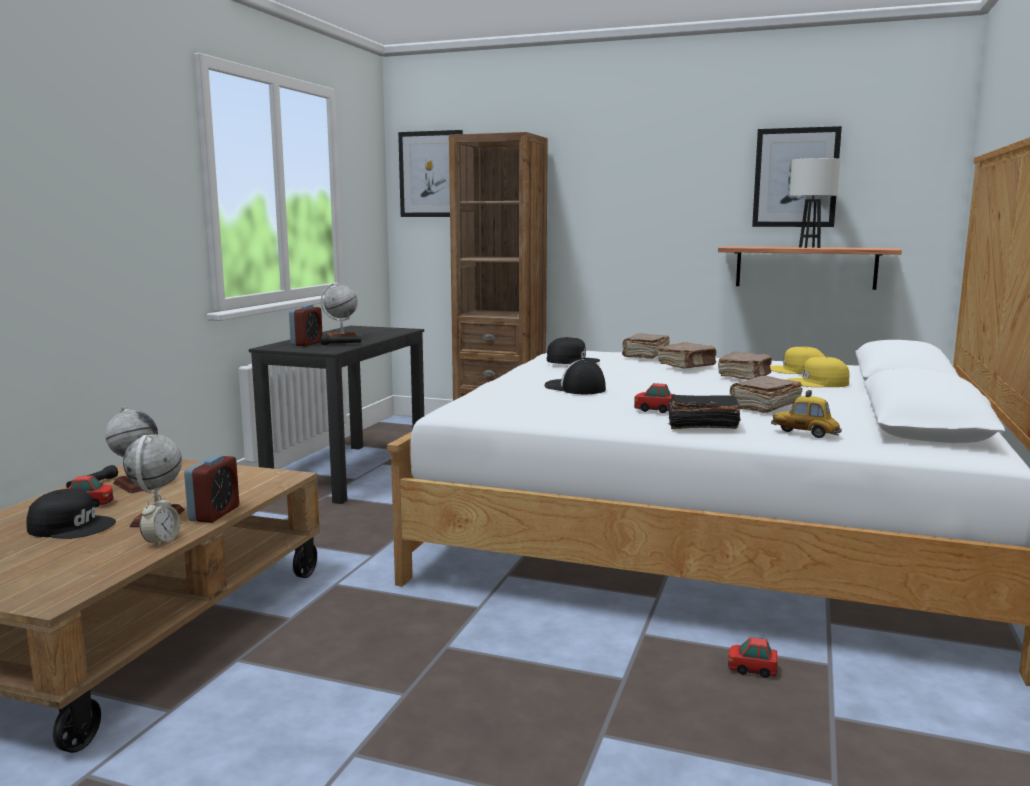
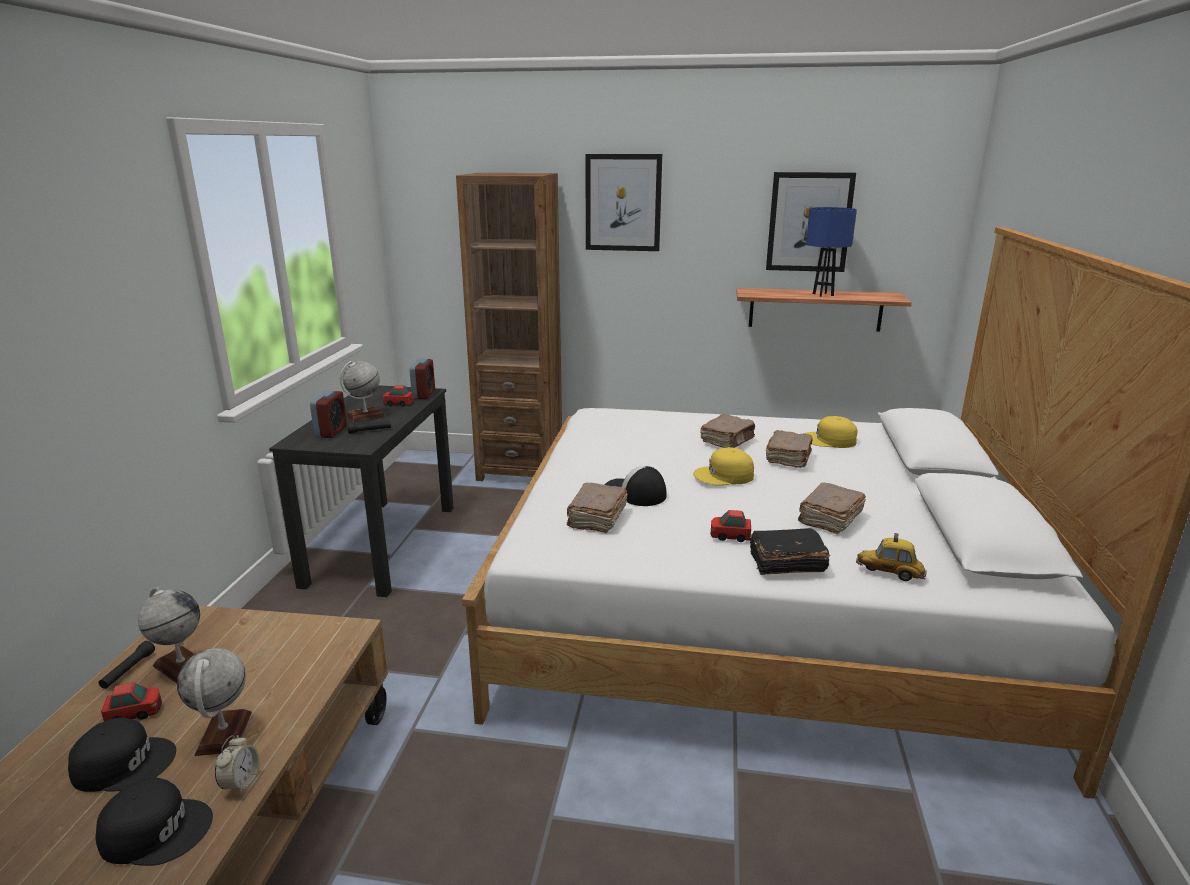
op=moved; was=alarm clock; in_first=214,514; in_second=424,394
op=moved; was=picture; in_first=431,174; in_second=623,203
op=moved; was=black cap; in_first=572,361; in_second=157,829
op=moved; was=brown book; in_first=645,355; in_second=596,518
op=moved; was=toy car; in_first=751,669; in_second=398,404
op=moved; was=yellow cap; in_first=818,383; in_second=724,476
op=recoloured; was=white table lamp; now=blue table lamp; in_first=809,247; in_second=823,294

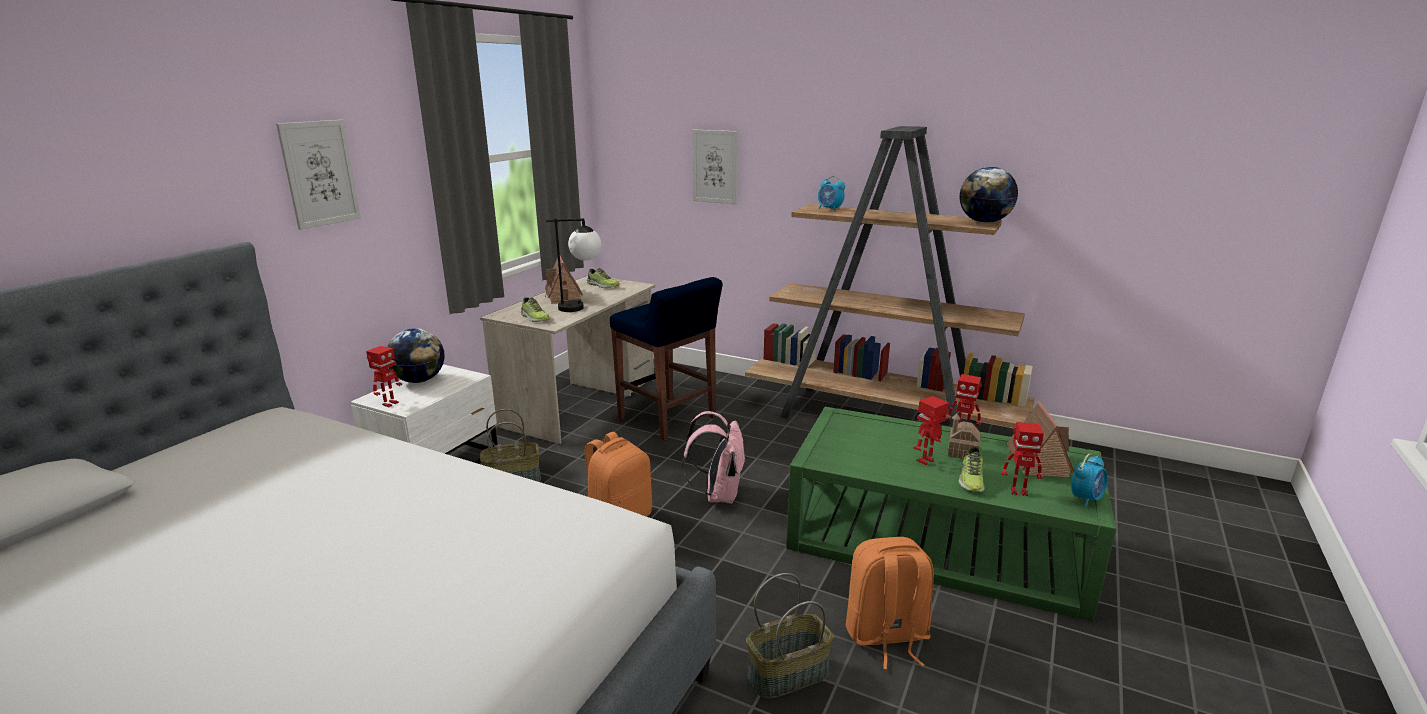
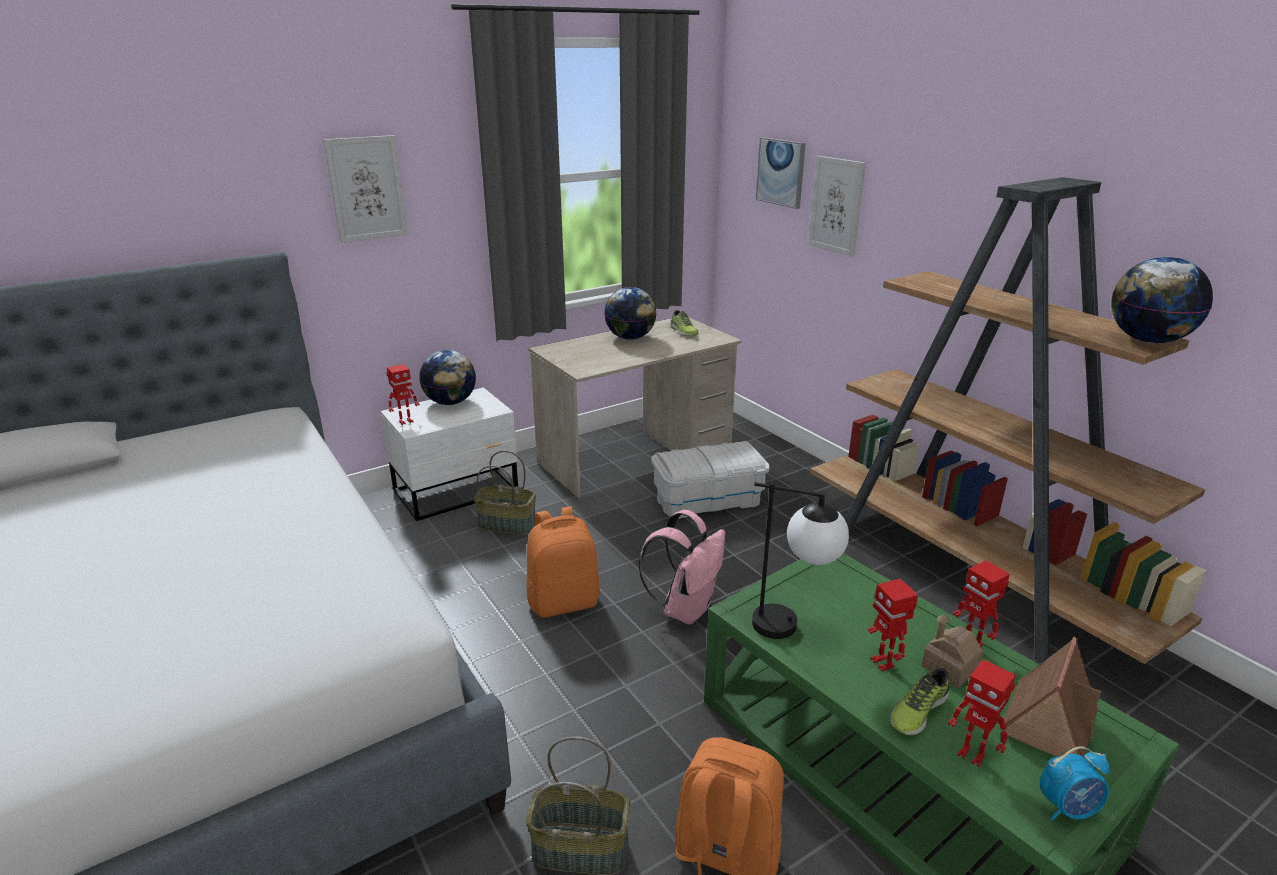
op=removed; was=shoe; in_first=534,318
op=replaced; was=toy house; now=globe; in_first=564,296; in_second=630,338
op=moved; was=table lamp; in_first=581,307; in_second=793,628
op=replaced; was=blue stool; now=white storage box; in_first=668,419; in_second=708,500
op=removed; was=alarm clock; in_first=830,209
op=turned; was=toy robot; in_first=926,461; in_second=883,663; clockwise=-105
op=added; now=picture; in_second=781,172

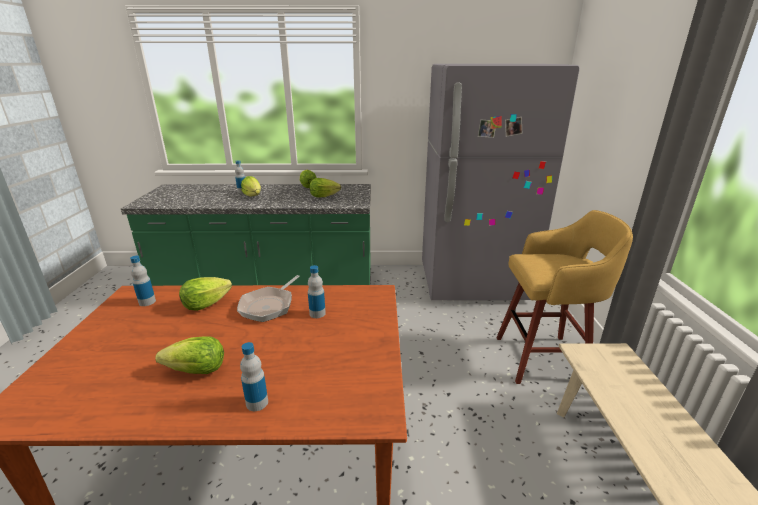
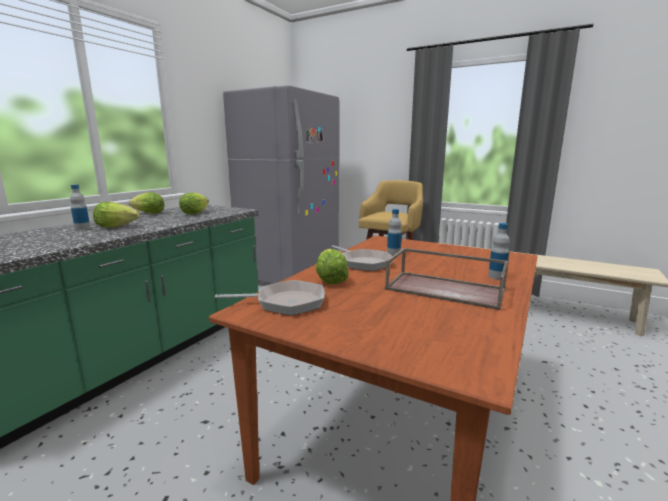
op=replaced; was=bottle; now=frying pan; in_first=147,302; in_second=285,302
op=replaced; was=lettuce; now=brown tray; in_first=197,371; in_second=446,289

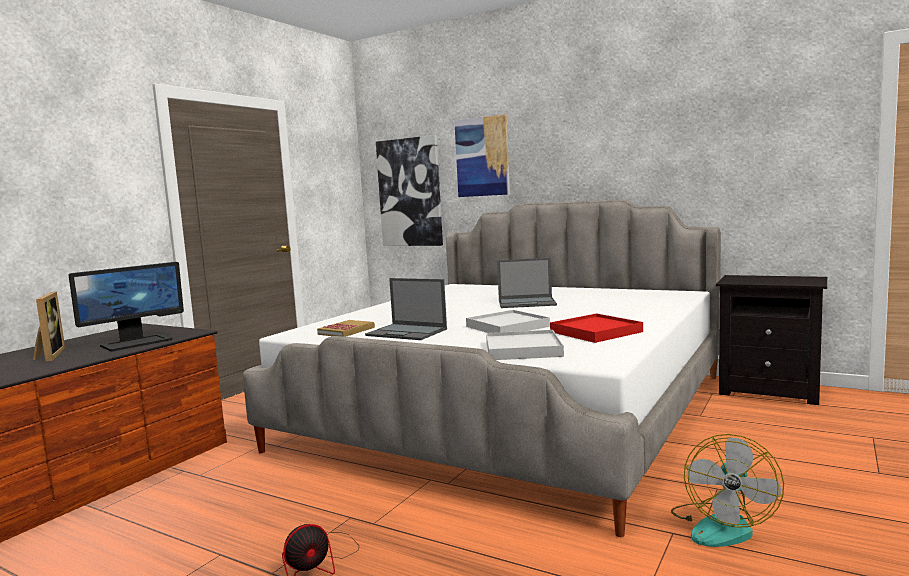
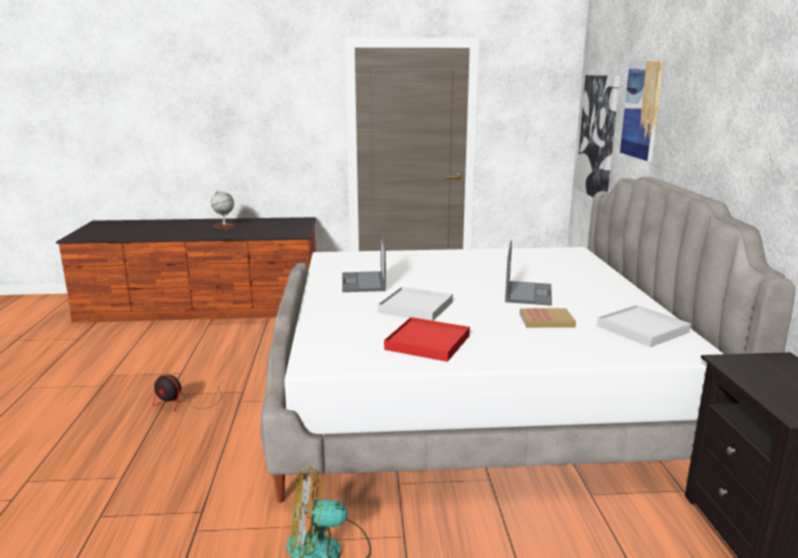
op=replaced; was=picture frame; now=globe; in_first=48,356; in_second=224,227
op=removed; was=monitor; in_first=136,342
op=moved; was=book; in_first=346,331; in_second=546,320
op=moved; was=white tray; in_first=523,349; in_second=642,329
op=turned; was=laptop; in_first=527,303; in_second=528,293; clockwise=-135

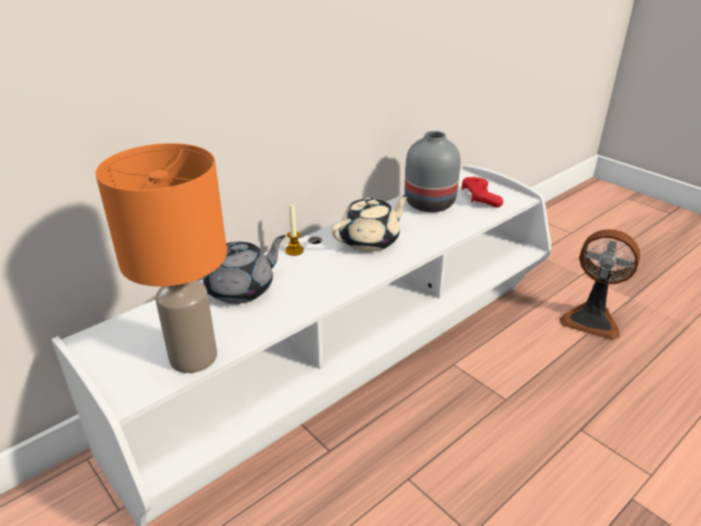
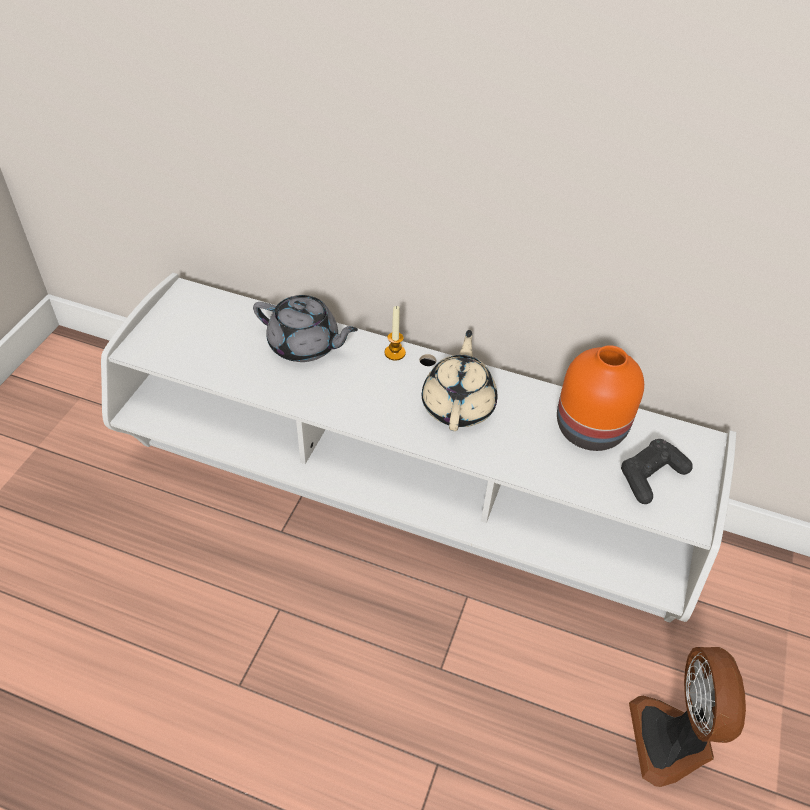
op=removed; was=orange table lamp; in_first=192,356
op=turned; was=beige teapot; in_first=370,241; in_second=458,405; clockwise=-105
op=recoloured; was=grey vase; now=orange vase; in_first=429,204; in_second=588,429
op=recoloured; was=red game controller; now=black game controller; in_first=480,198; in_second=651,476

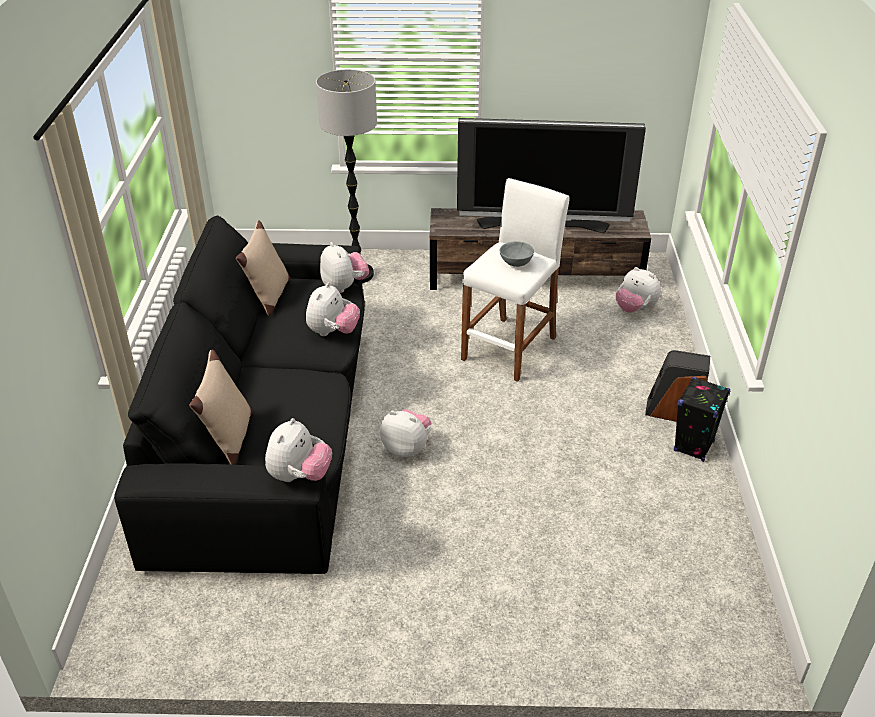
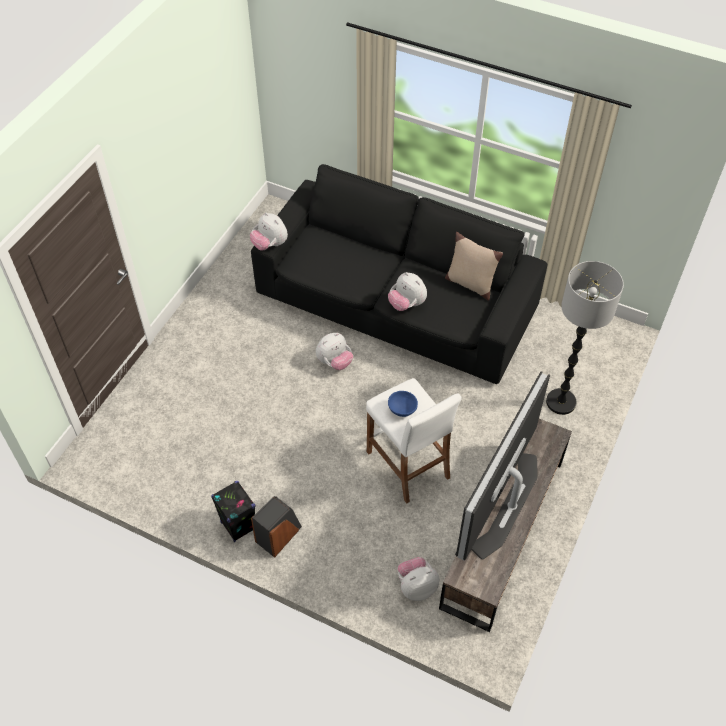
op=removed; was=beige pillow; in_first=229,439
op=removed; was=plush toy; in_first=344,286
op=recoloured; was=grey bowl; now=blue bowl; in_first=515,263; in_second=402,409

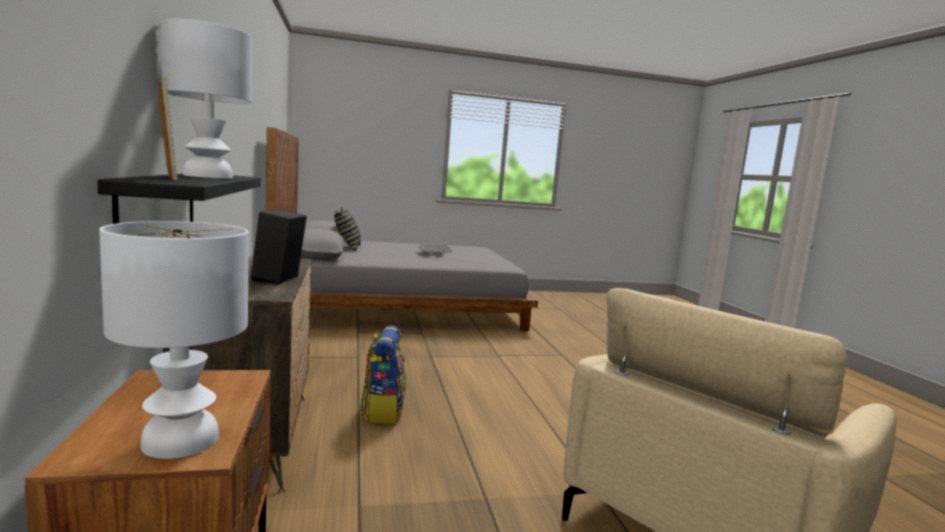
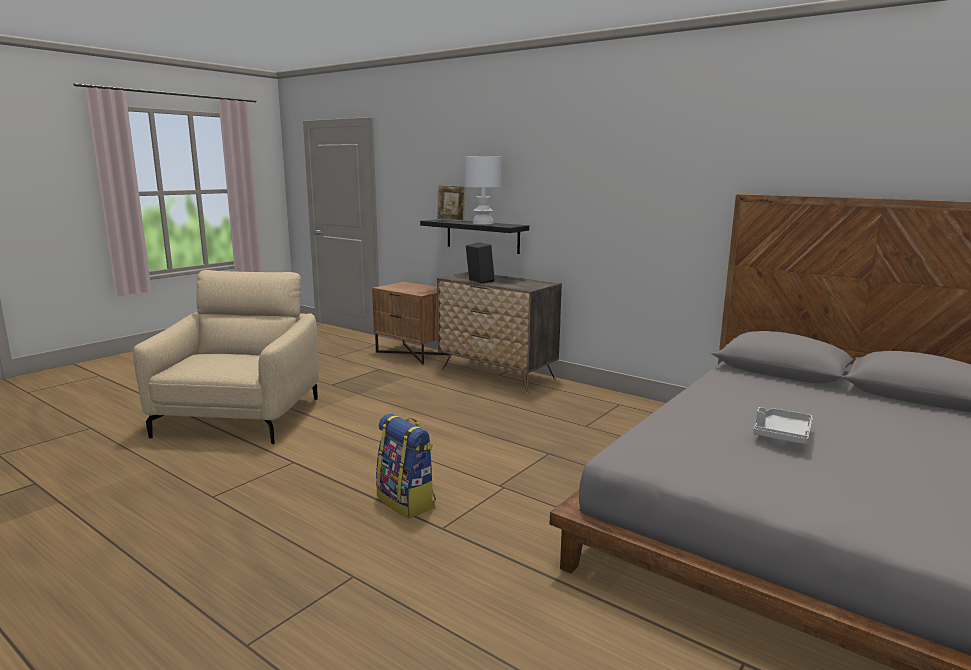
op=removed; was=white table lamp; in_first=182,441
op=removed; was=pillow; in_first=347,247
op=moved; was=backpack; in_first=383,410; in_second=407,502

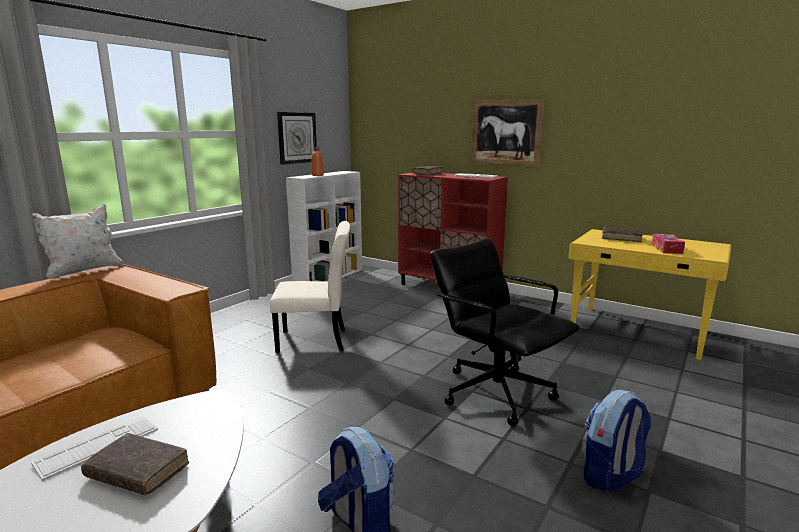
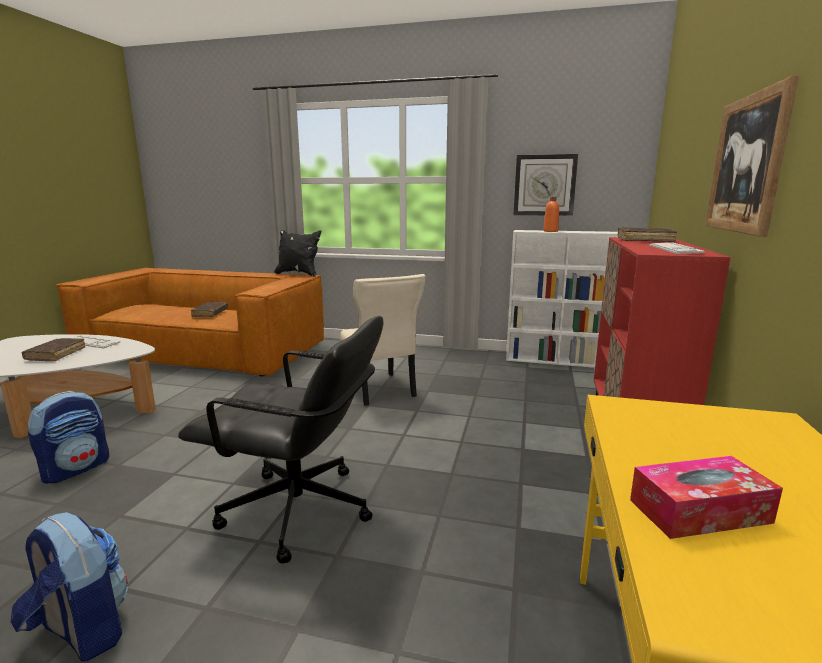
op=recoloured; was=white pillow; now=black pillow; in_first=83,270; in_second=298,274
op=turned; was=black office chair; in_first=496,392; in_second=298,511; clockwise=75
op=moved; was=brown book; in_first=621,238; in_second=210,313

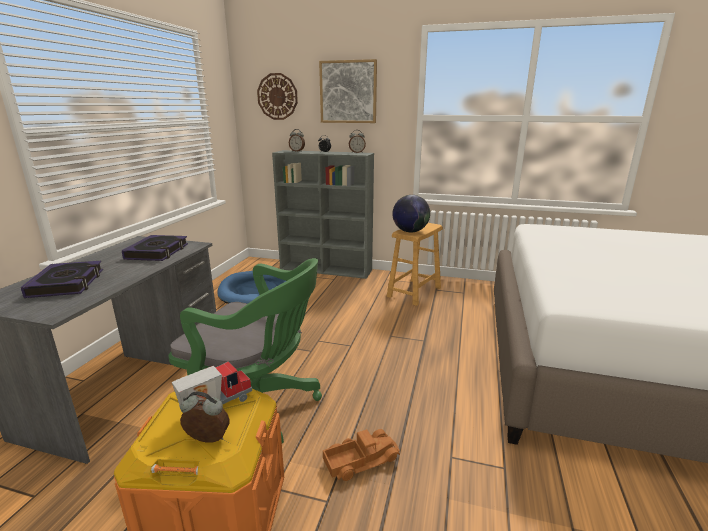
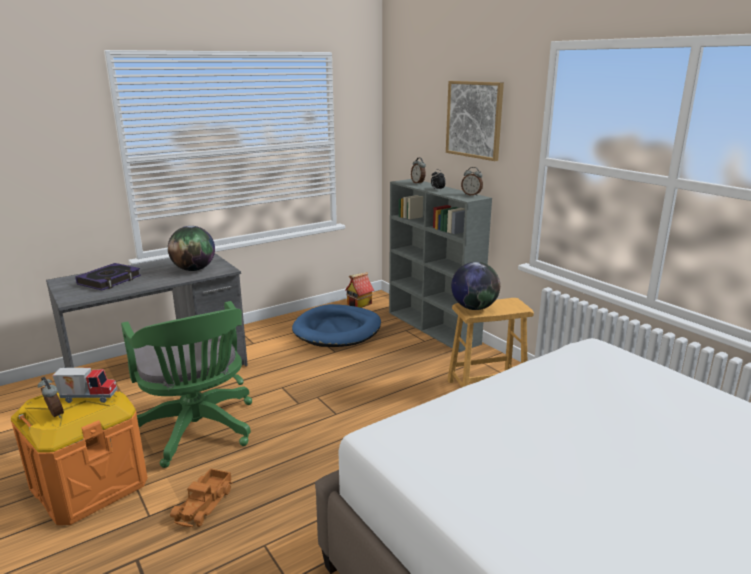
op=replaced; was=book; now=globe; in_first=157,252; in_second=194,269
op=removed; was=wall clock; in_first=277,96
op=turned; was=toy truck; in_first=360,459; in_second=205,504; clockwise=90
op=added; now=toy house; in_second=359,304

